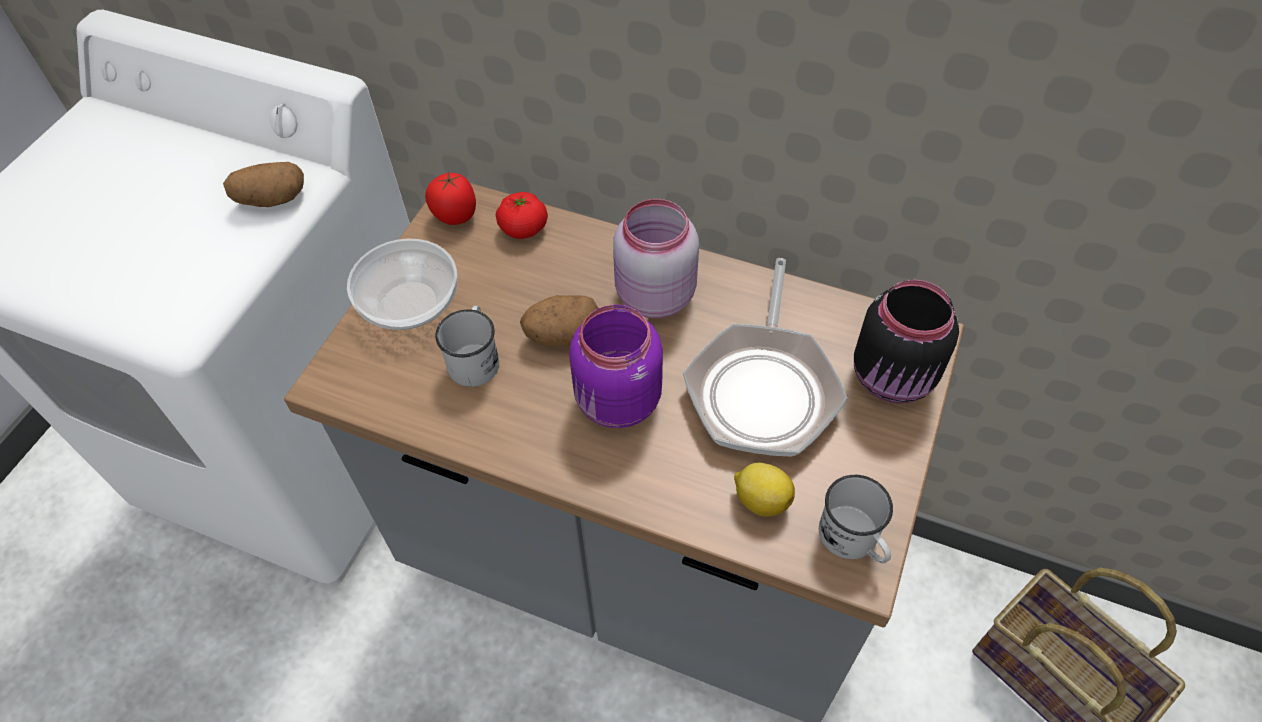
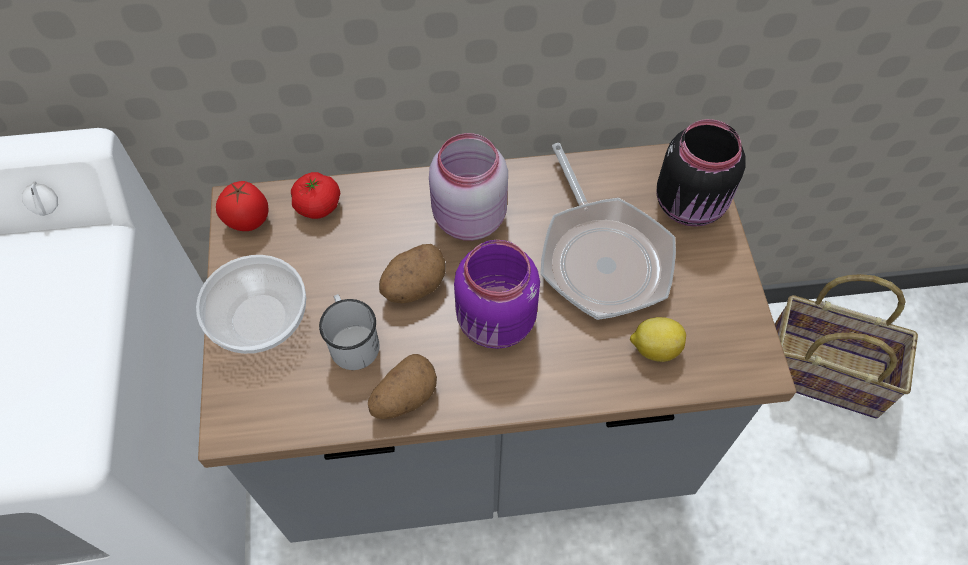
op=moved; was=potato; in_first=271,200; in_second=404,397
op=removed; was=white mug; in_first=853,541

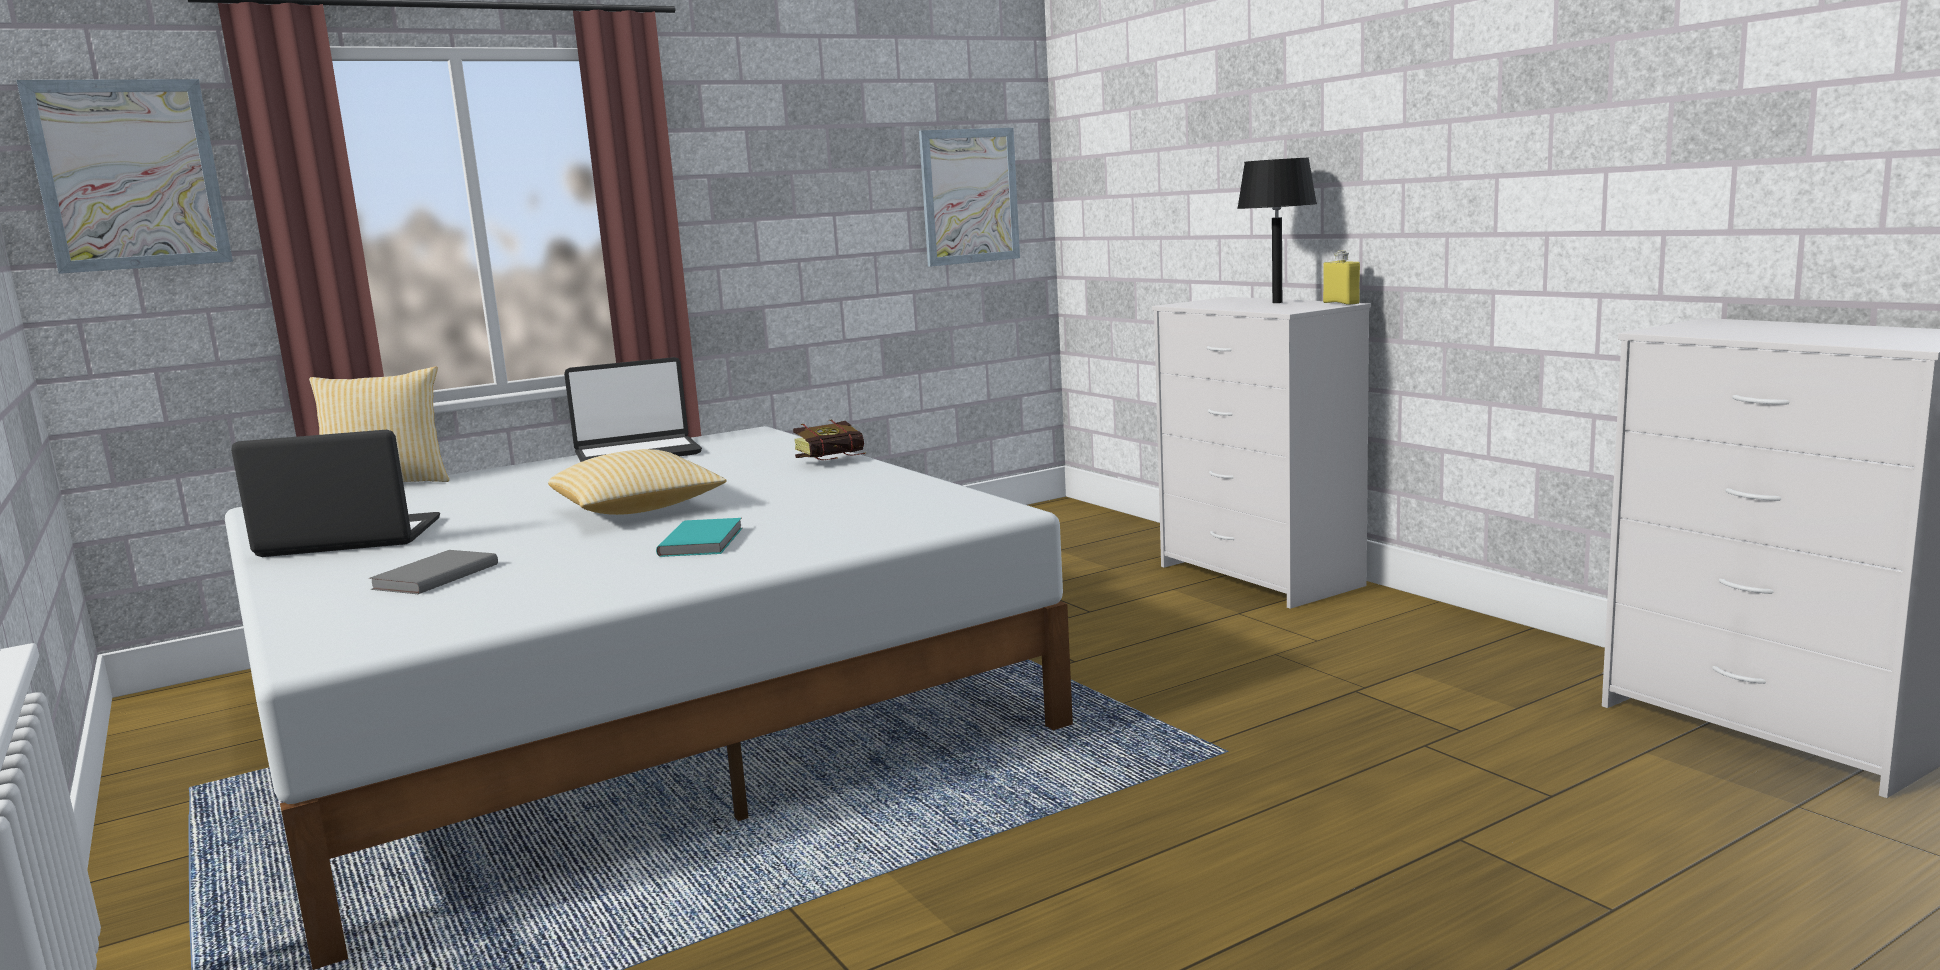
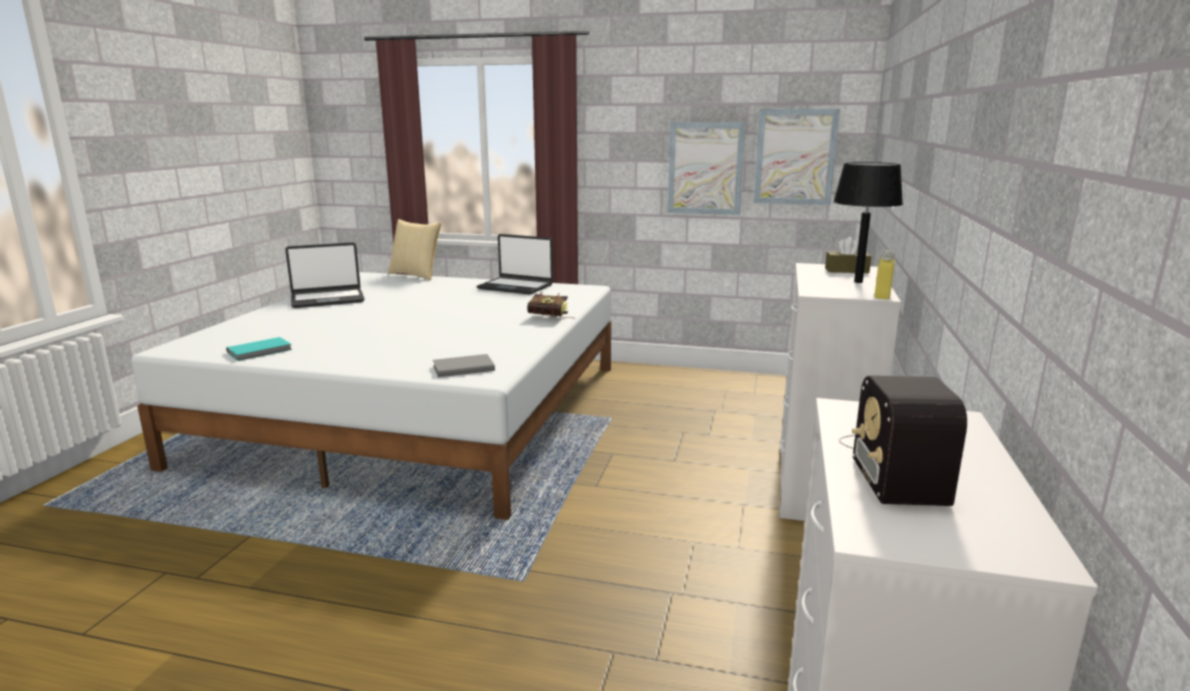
op=moved; was=picture; in_first=129,175; in_second=705,168
op=turned; was=laptop; in_first=350,539; in_second=327,299; clockwise=120
op=moved; was=grey book; in_first=432,577; in_second=462,368
op=removed; was=pillow; in_first=637,510
op=moved; was=turquoise book; in_first=704,541; in_second=261,351
op=added; now=brown tissue box; in_second=846,270
op=added; now=radio; in_second=895,464

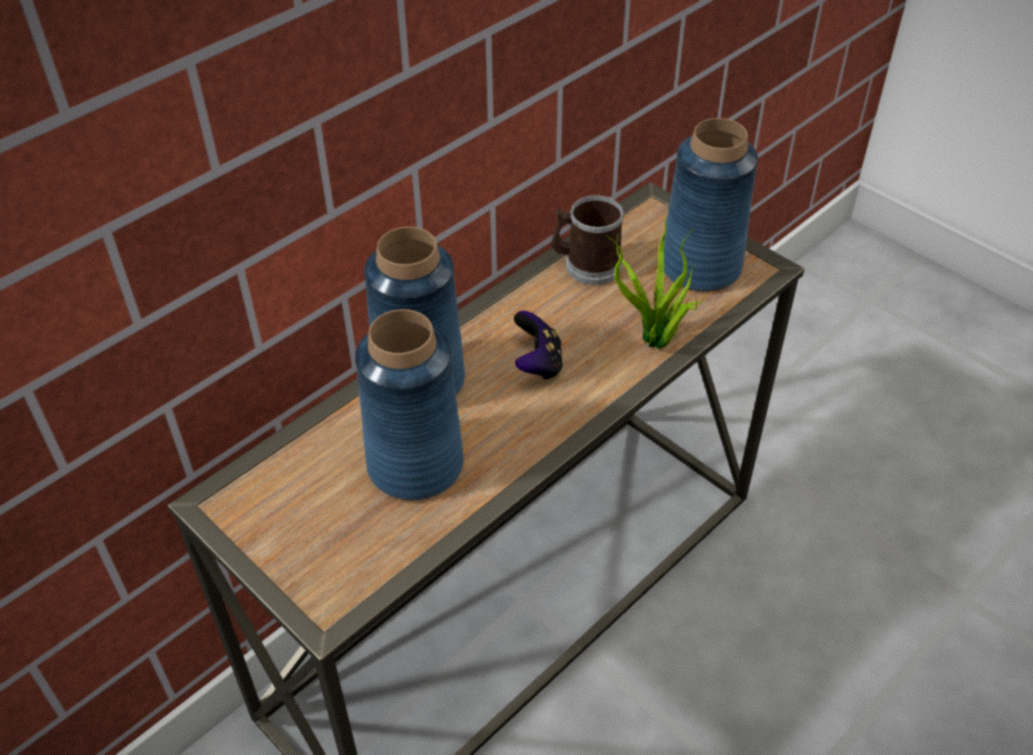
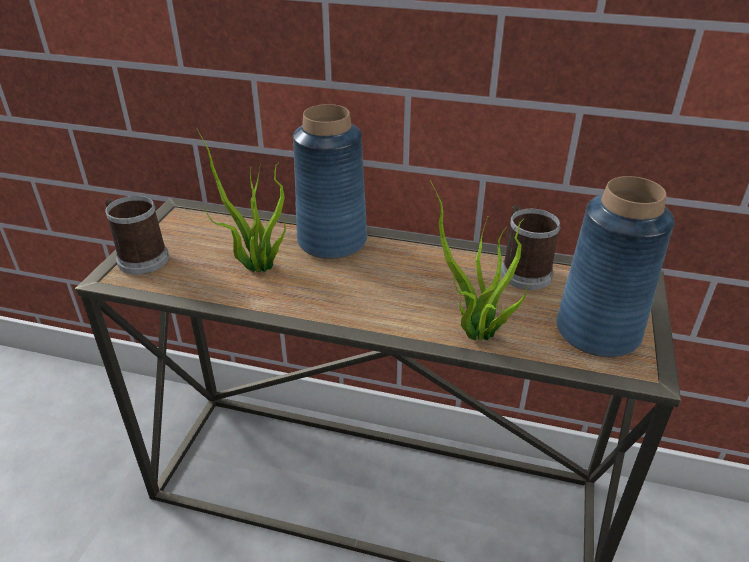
op=replaced; was=blue vase; now=potted plant; in_first=416,465; in_second=256,267
op=removed; was=game controller; in_first=538,364
op=added; now=mug; in_second=139,257

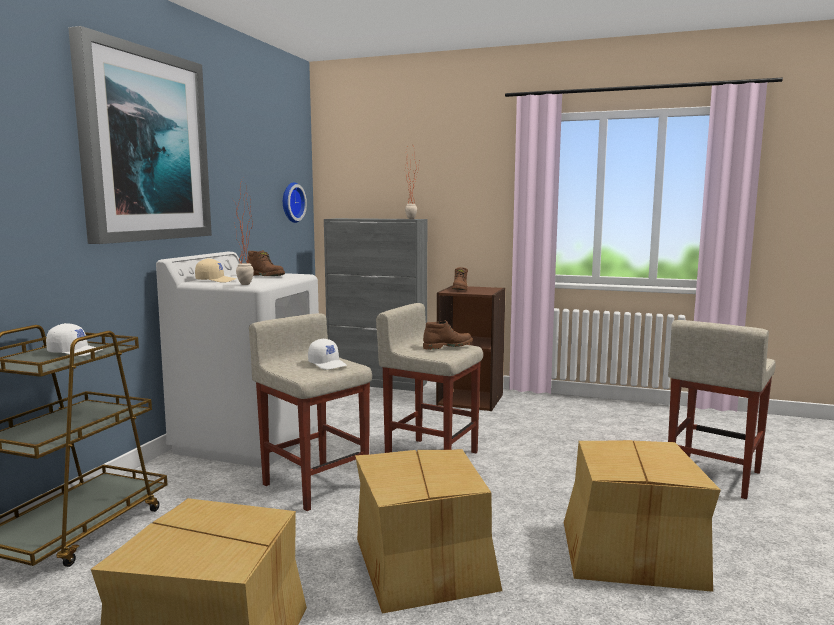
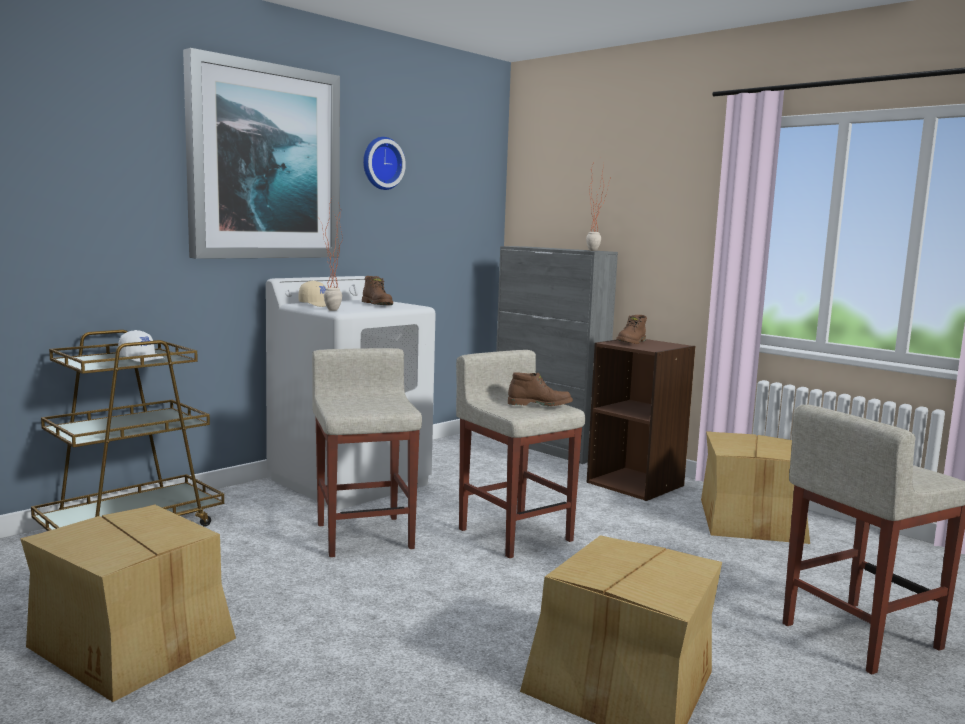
op=moved; was=wall clock; in_first=291,202; in_second=381,163
op=removed; was=white cap; in_first=328,364
op=moved; was=cardboard box; in_first=424,565; in_second=751,521

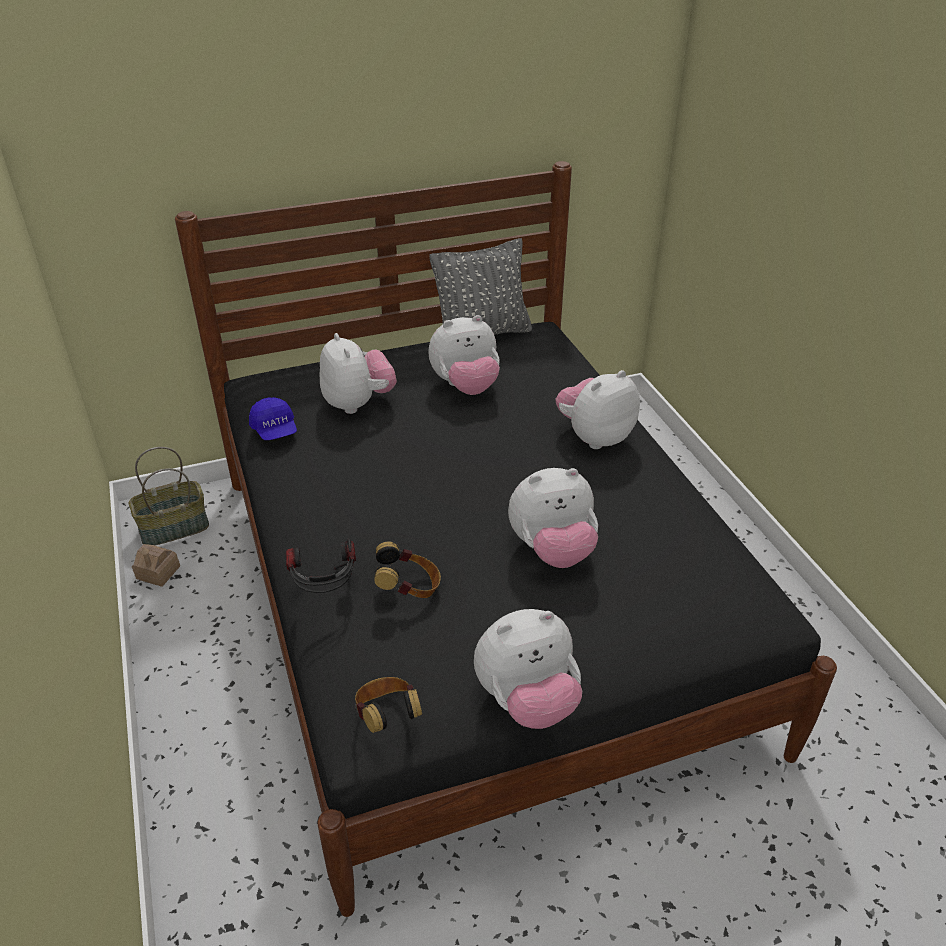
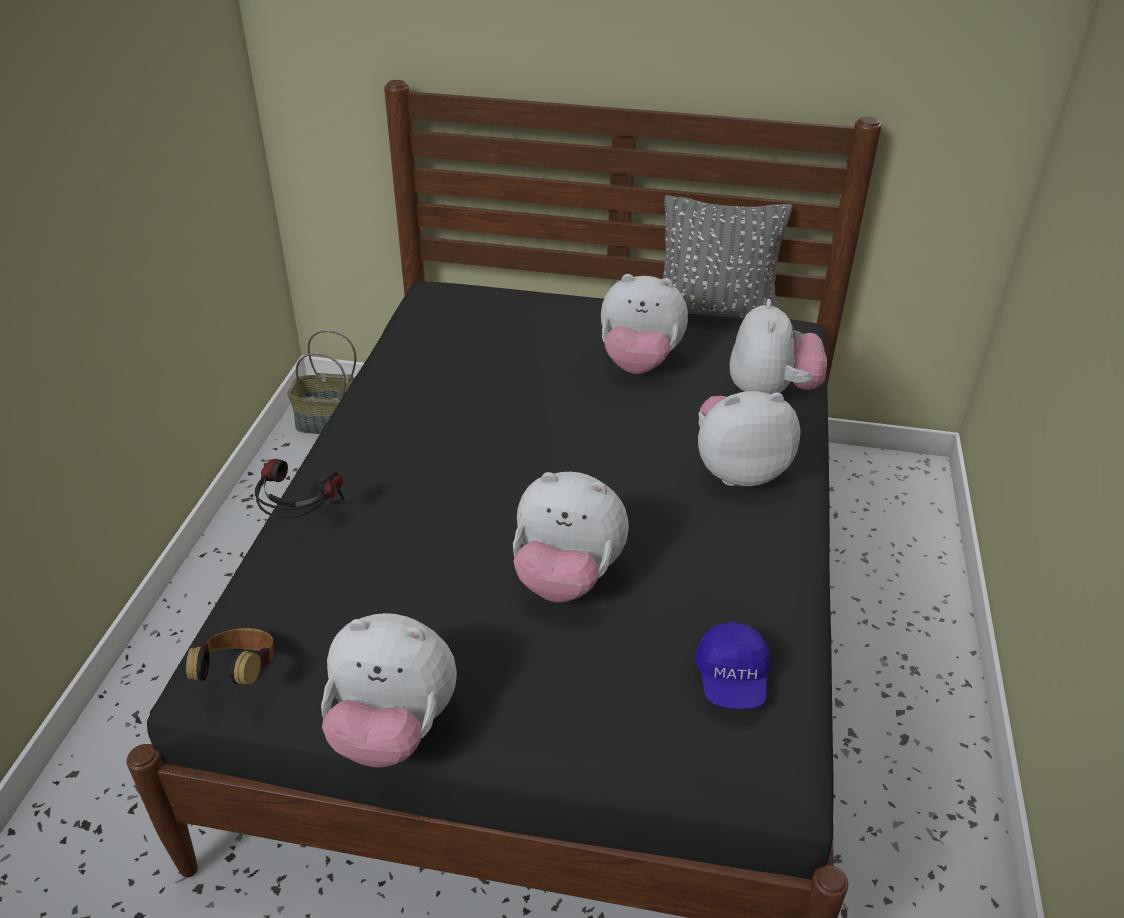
op=removed; was=toy house; in_first=158,572
op=moved; was=blue cap; in_first=275,430; in_second=732,680
op=moved; was=plush toy; in_first=358,403; in_second=771,392
op=removed; was=headphones; in_first=409,588

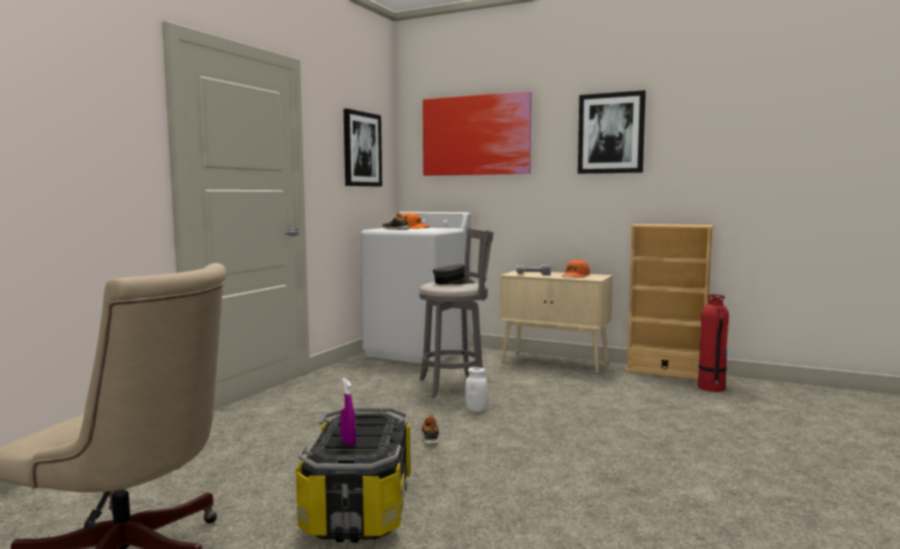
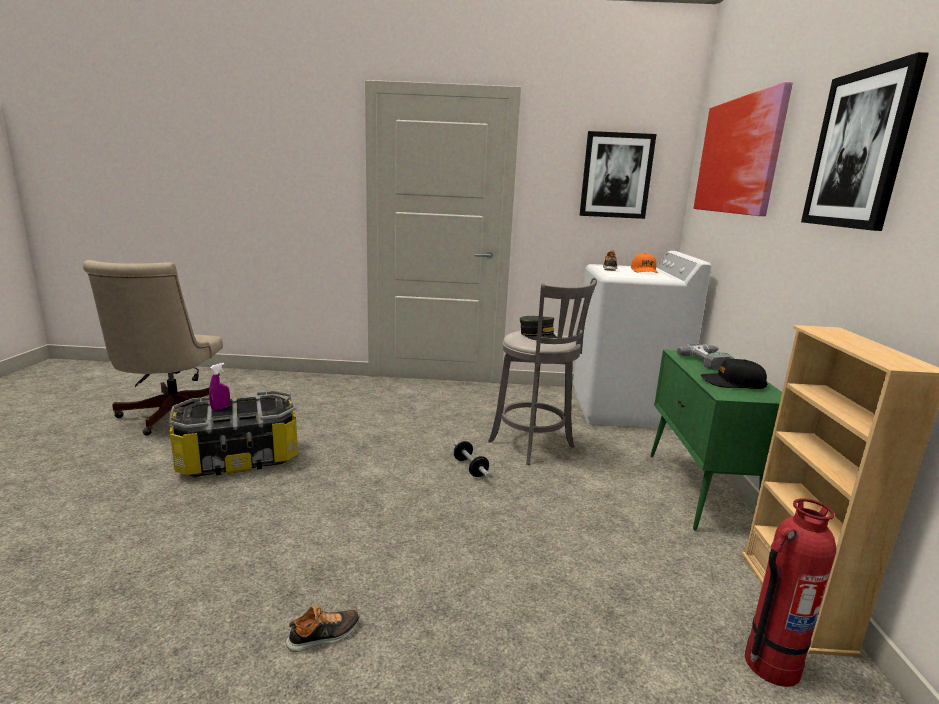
op=moved; was=shoe; in_first=430,437; in_second=324,635
op=replaced; was=white jar; now=dumbbell; in_first=476,410; in_second=470,468
op=recoloured; was=beige cabinet; now=green cabinet; in_first=555,362; in_second=700,491
op=recoloured; was=orange cap; now=black cap; in_first=575,276; in_second=732,383

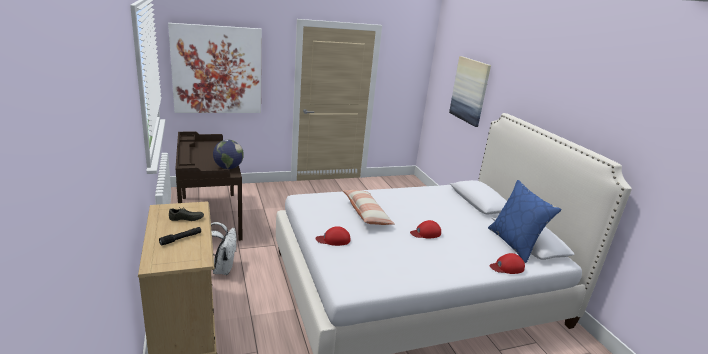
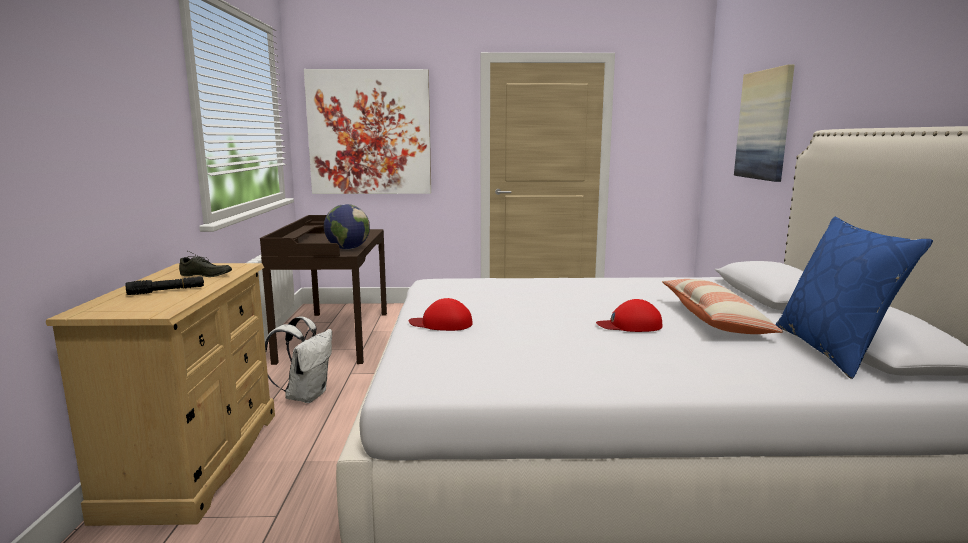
op=moved; was=pillow; in_first=366,213; in_second=714,320
op=removed; was=red cap; in_first=507,267

